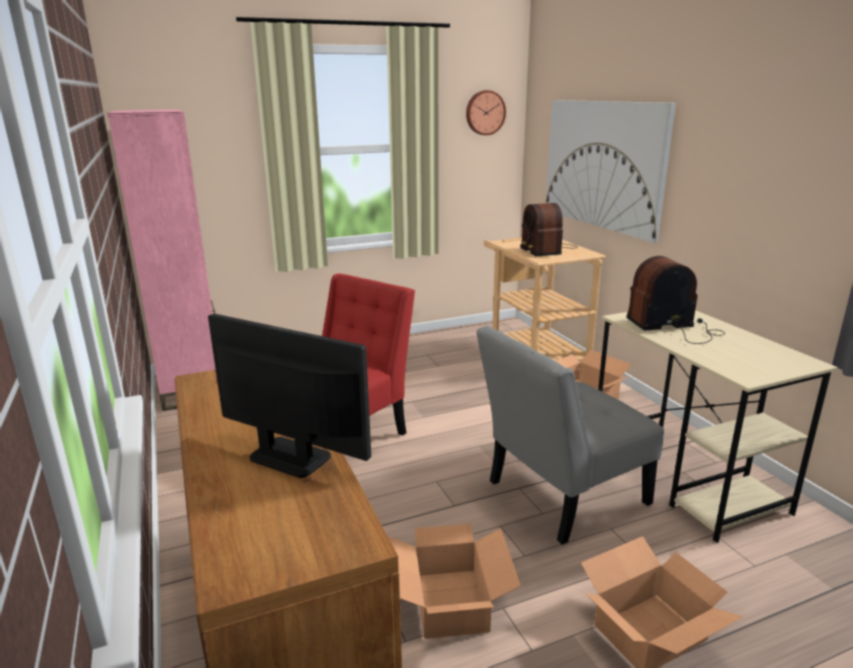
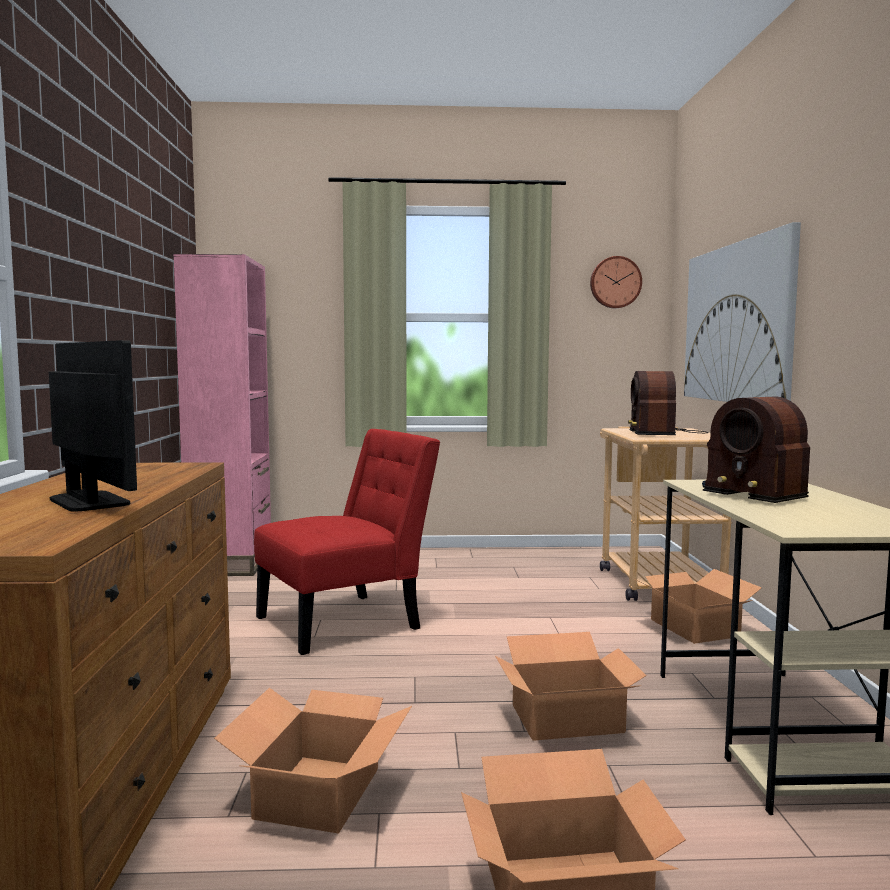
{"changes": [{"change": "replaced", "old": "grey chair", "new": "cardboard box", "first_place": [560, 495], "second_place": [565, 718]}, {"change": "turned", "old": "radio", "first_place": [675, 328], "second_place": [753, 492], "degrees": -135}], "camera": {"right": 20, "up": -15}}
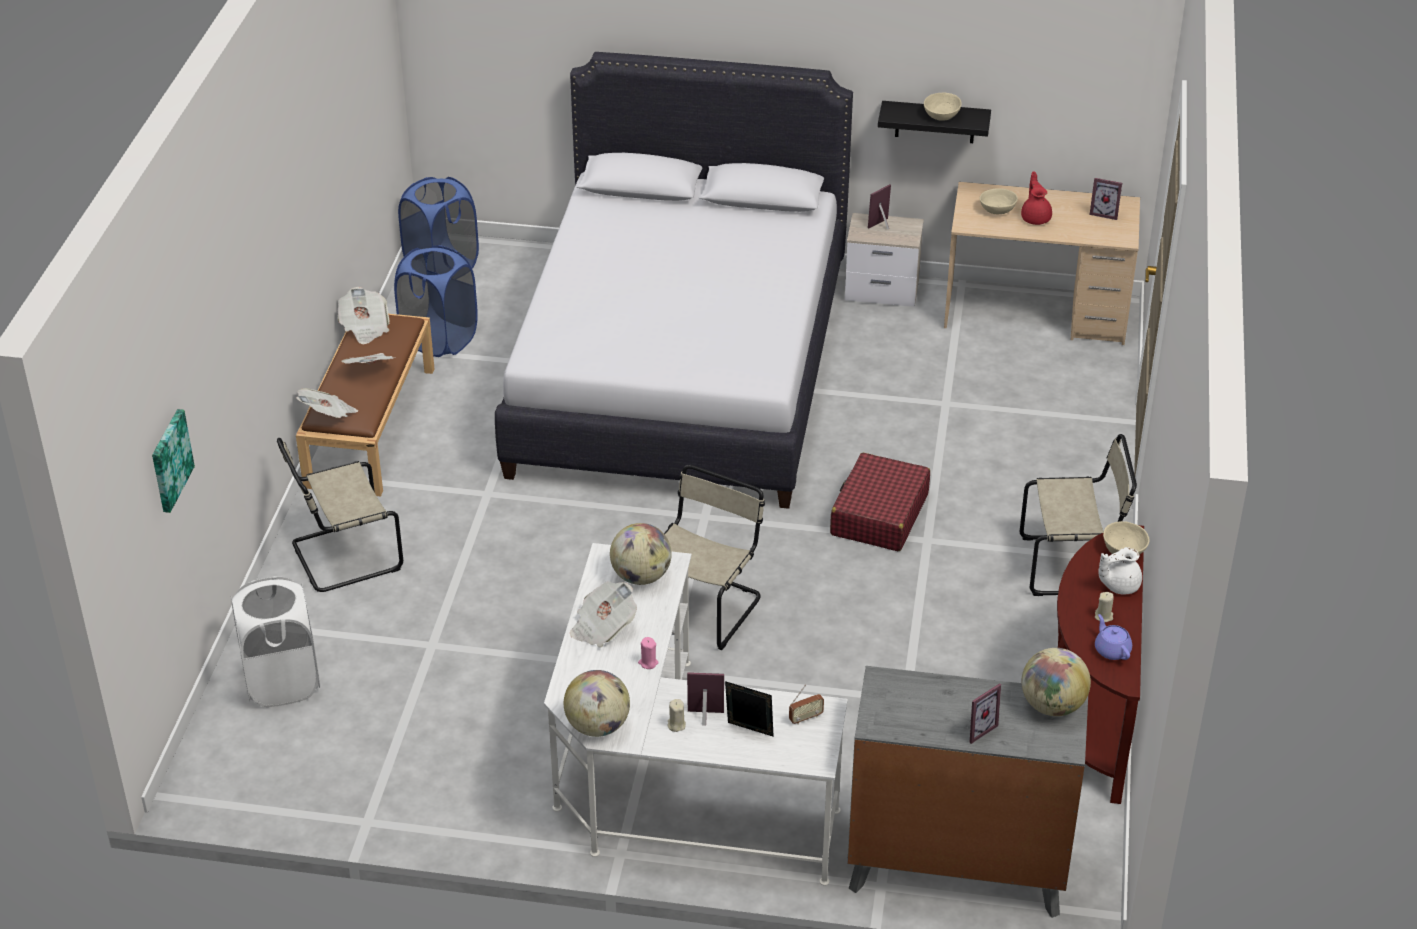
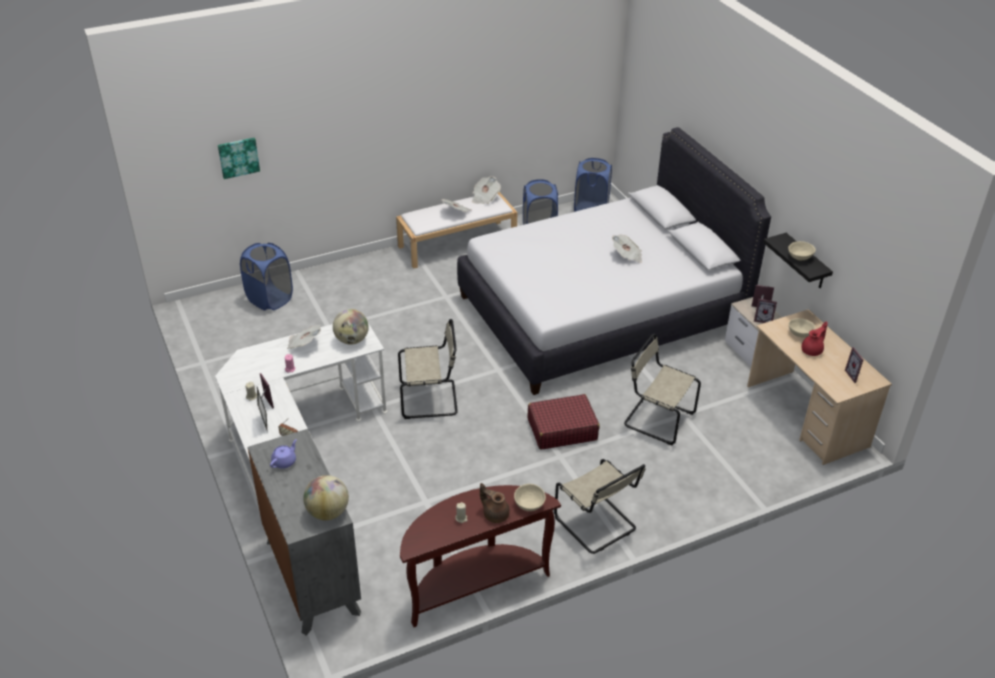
{"changes": [{"change": "removed", "old": "globe", "first_place": [598, 726]}, {"change": "moved", "old": "beige chair", "first_place": [342, 556], "second_place": [656, 419]}, {"change": "moved", "old": "newspaper", "first_place": [328, 415], "second_place": [627, 256]}, {"change": "moved", "old": "picture frame", "first_place": [976, 728], "second_place": [763, 319]}, {"change": "moved", "old": "purple teapot", "first_place": [1111, 650], "second_place": [284, 461]}, {"change": "recoloured", "old": "white laundry basket", "new": "blue laundry basket", "first_place": [282, 682], "second_place": [270, 299]}, {"change": "recoloured", "old": "brown bench", "new": "white bench", "first_place": [370, 425], "second_place": [458, 243]}, {"change": "recoloured", "old": "white teapot", "new": "brown teapot", "first_place": [1119, 585], "second_place": [495, 514]}], "camera": {"right": 55, "up": 0}}
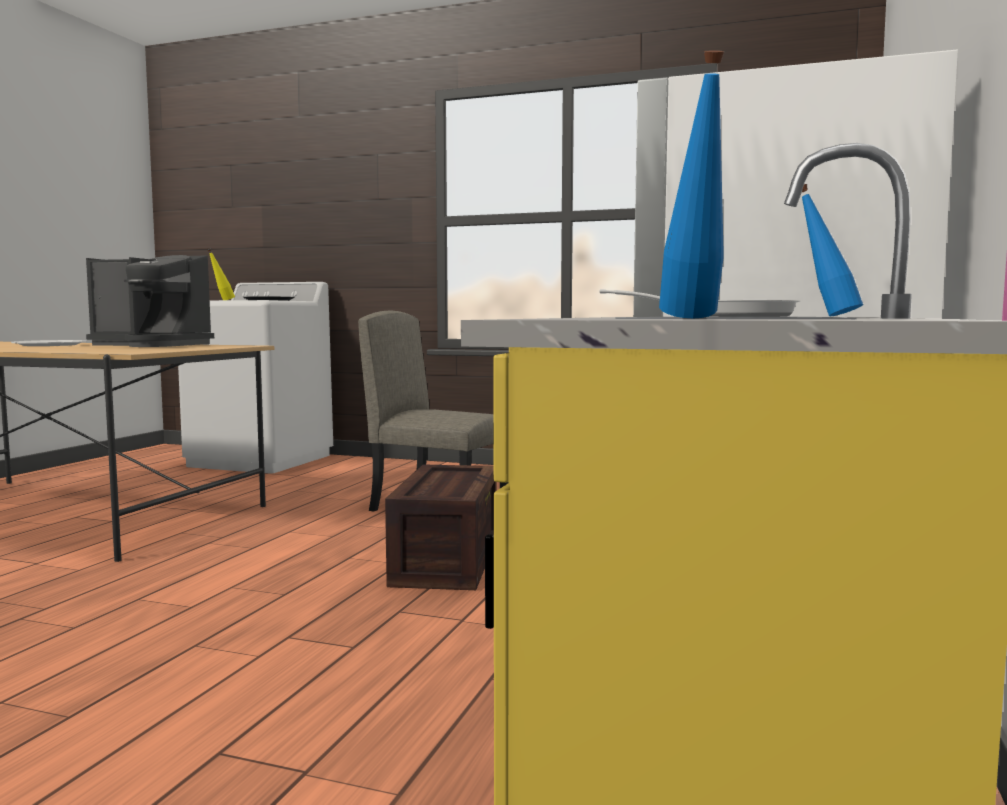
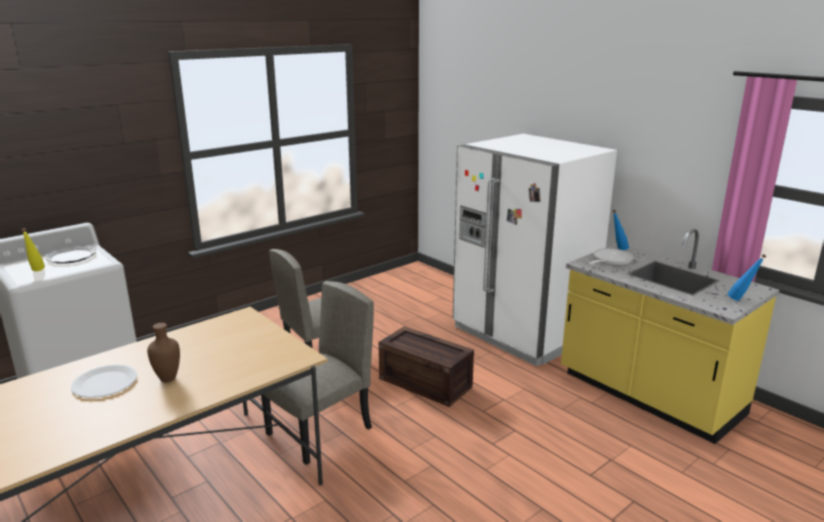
{"changes": [{"change": "removed", "old": "coffee machine", "first_place": [152, 345]}, {"change": "added", "new": "brown vase", "second_place": [167, 379]}, {"change": "added", "new": "beige chair", "second_place": [320, 431]}], "camera": {"right": -60, "up": 15}}
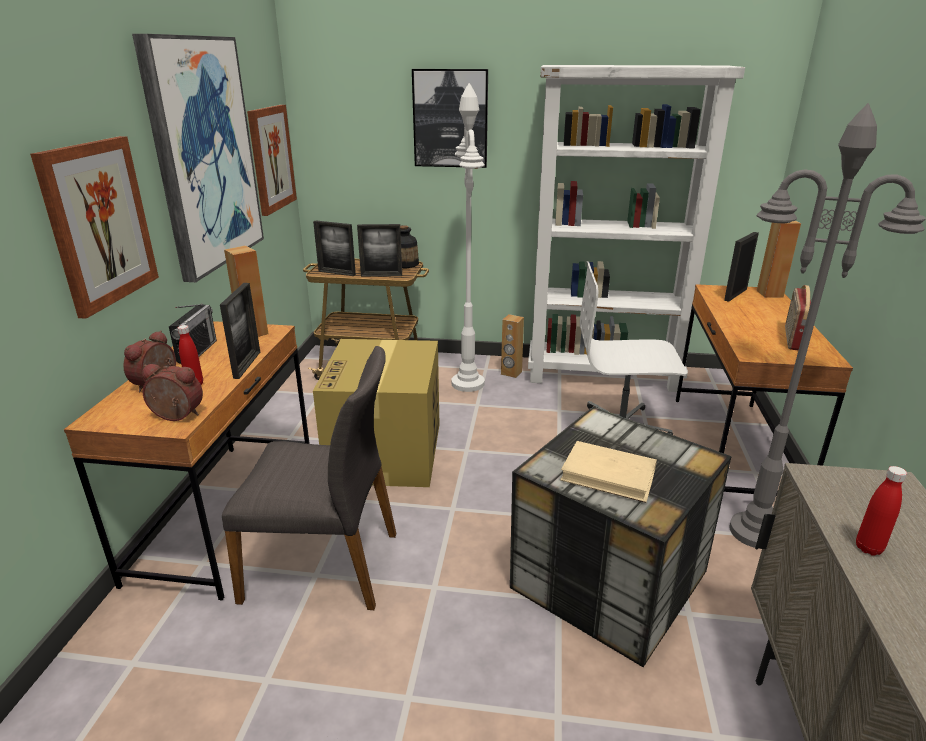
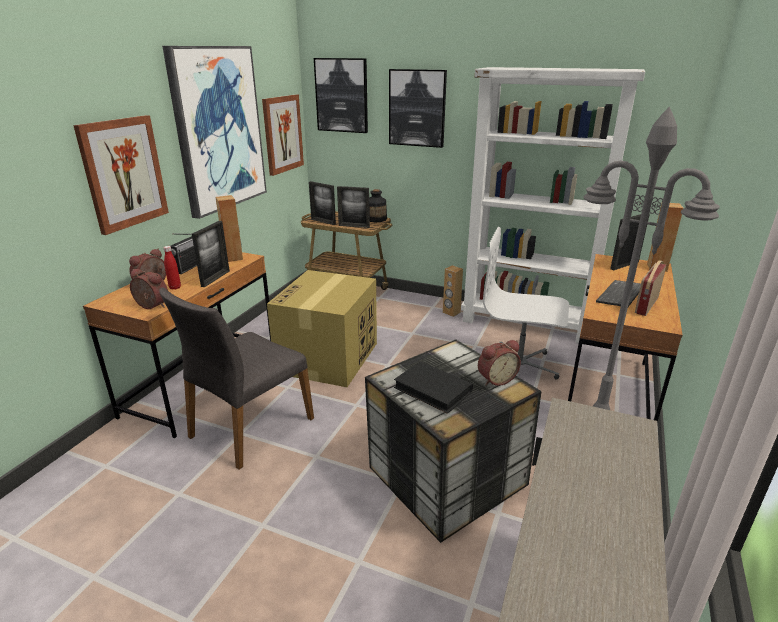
{"changes": [{"change": "removed", "old": "white floor lamp", "first_place": [468, 384]}, {"change": "removed", "old": "red bottle", "first_place": [868, 548]}, {"change": "added", "new": "picture", "second_place": [342, 95]}, {"change": "added", "new": "alarm clock", "second_place": [495, 379]}, {"change": "added", "new": "keyboard", "second_place": [621, 295]}, {"change": "recoloured", "old": "beige book", "new": "black book", "first_place": [609, 475], "second_place": [433, 390]}, {"change": "turned", "old": "grey chair", "first_place": [324, 564], "second_place": [249, 427], "degrees": 105}], "camera": {"right": 15, "up": 0}}
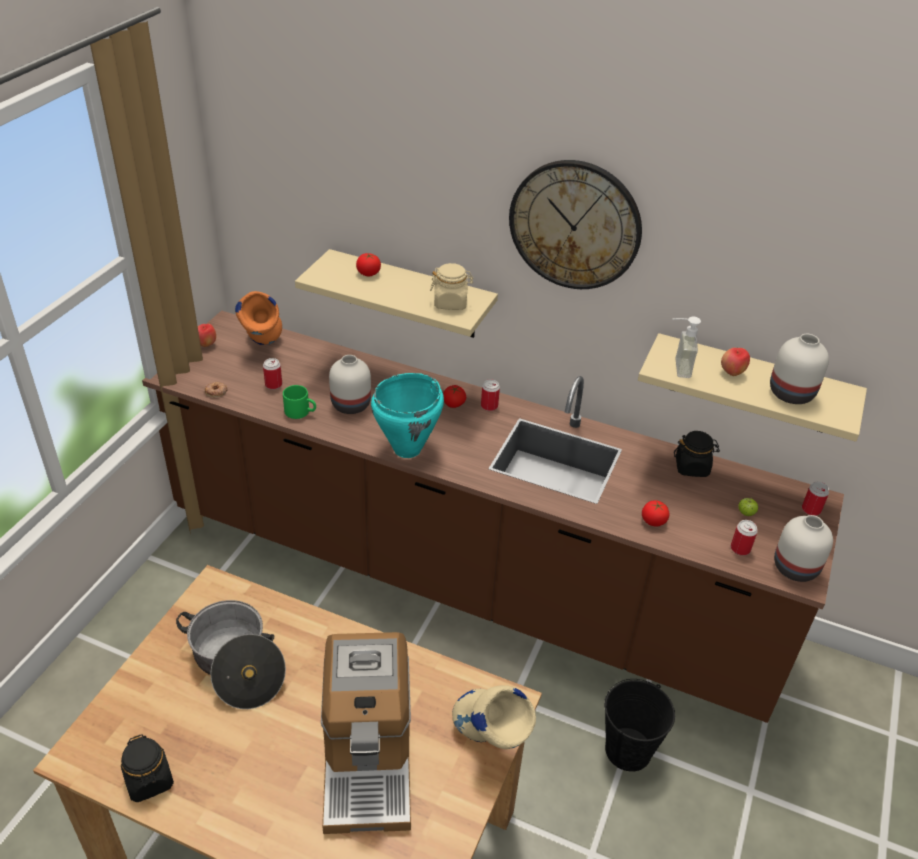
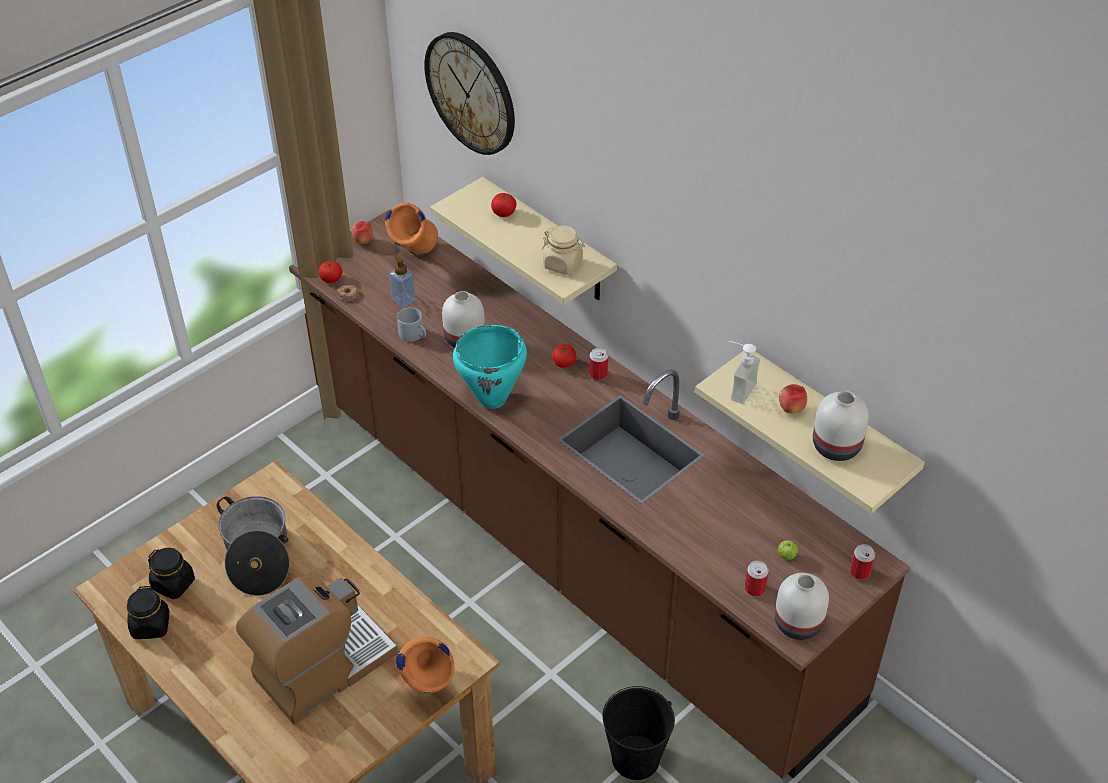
{"changes": [{"change": "moved", "old": "wall clock", "first_place": [575, 225], "second_place": [471, 93]}, {"change": "moved", "old": "tomato", "first_place": [653, 521], "second_place": [331, 279]}, {"change": "moved", "old": "black jar", "first_place": [692, 467], "second_place": [174, 584]}, {"change": "replaced", "old": "can", "new": "soap dispenser", "first_place": [273, 385], "second_place": [404, 300]}, {"change": "recoloured", "old": "green mug", "new": "grey mug", "first_place": [301, 412], "second_place": [414, 335]}, {"change": "recoloured", "old": "beige vase", "new": "orange vase", "first_place": [489, 742], "second_place": [429, 687]}, {"change": "turned", "old": "coffee machine", "first_place": [367, 760], "second_place": [322, 667], "degrees": -150}], "camera": {"right": 25, "up": 5}}
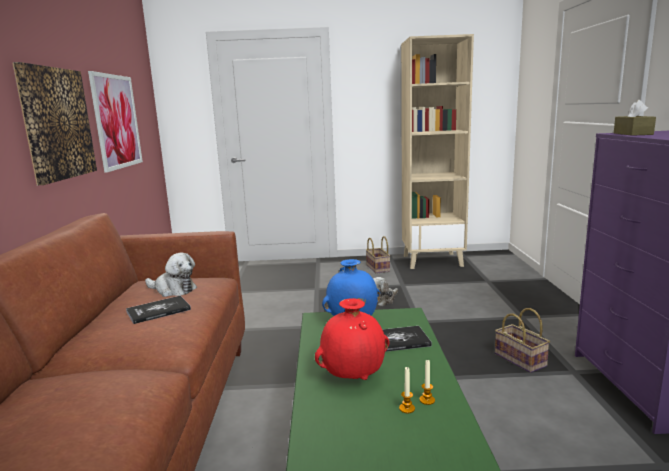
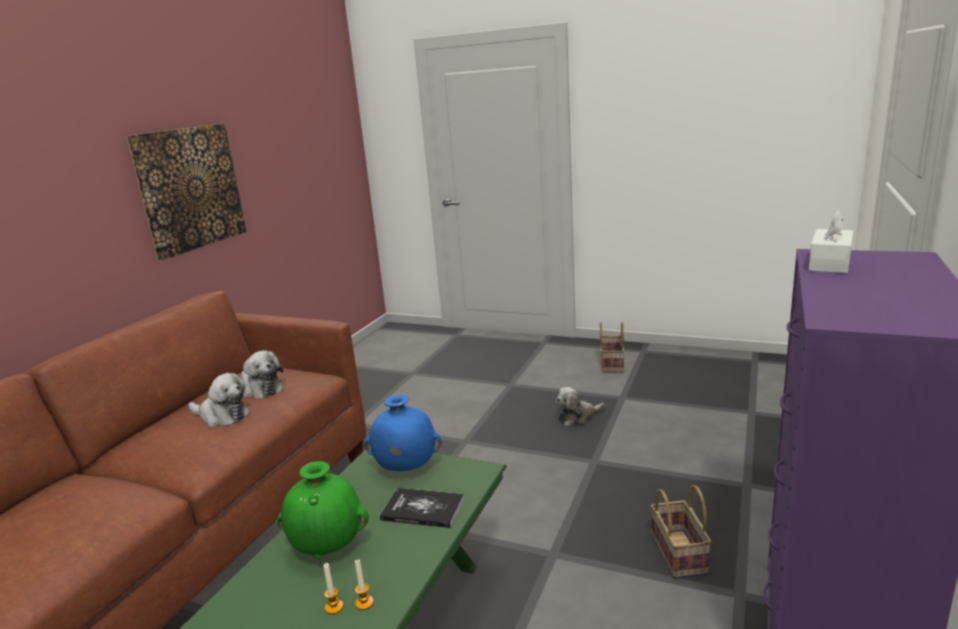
{"changes": [{"change": "removed", "old": "picture", "first_place": [117, 121]}, {"change": "removed", "old": "beige bookcase", "first_place": [432, 260]}, {"change": "replaced", "old": "book", "new": "plush toy", "first_place": [158, 311], "second_place": [222, 416]}, {"change": "recoloured", "old": "red vase", "new": "green vase", "first_place": [354, 377], "second_place": [329, 548]}, {"change": "recoloured", "old": "brown tissue box", "new": "white tissue box", "first_place": [632, 134], "second_place": [829, 263]}], "camera": {"right": 25, "up": 5}}
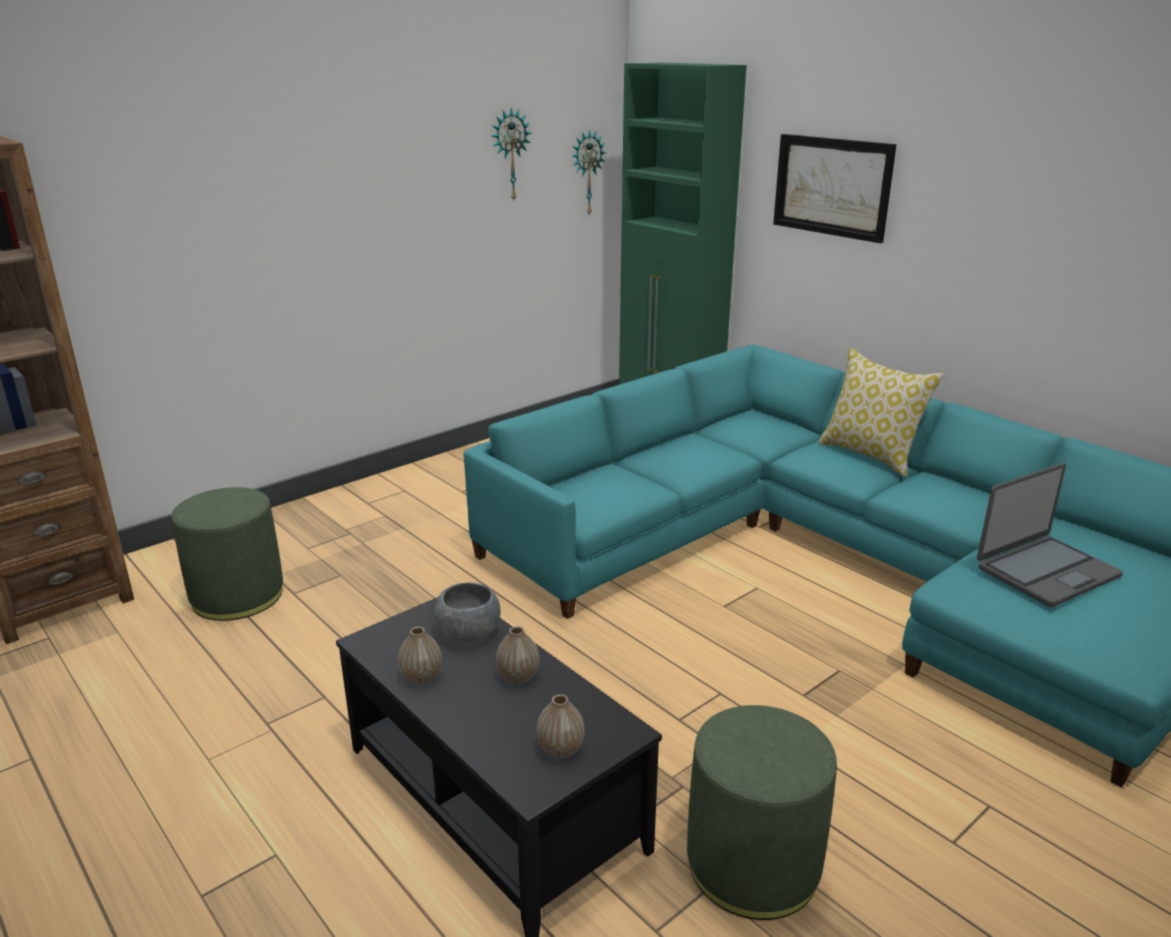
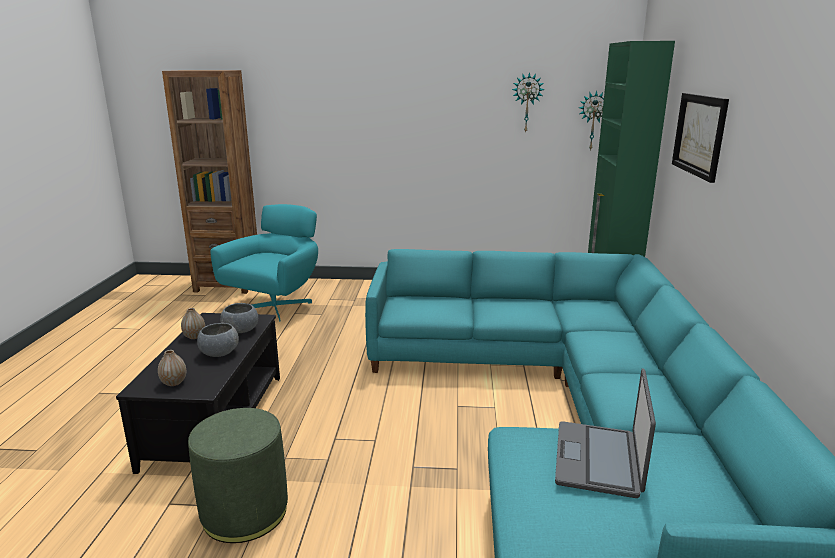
{"changes": [{"change": "removed", "old": "pillow", "first_place": [870, 455]}, {"change": "replaced", "old": "green ottoman", "new": "turquoise armchair", "first_place": [237, 595], "second_place": [276, 306]}, {"change": "replaced", "old": "vase", "new": "grey bowl", "first_place": [518, 677], "second_place": [219, 353]}, {"change": "turned", "old": "laptop", "first_place": [1045, 571], "second_place": [599, 460], "degrees": 90}], "camera": {"right": 45, "up": -5}}
